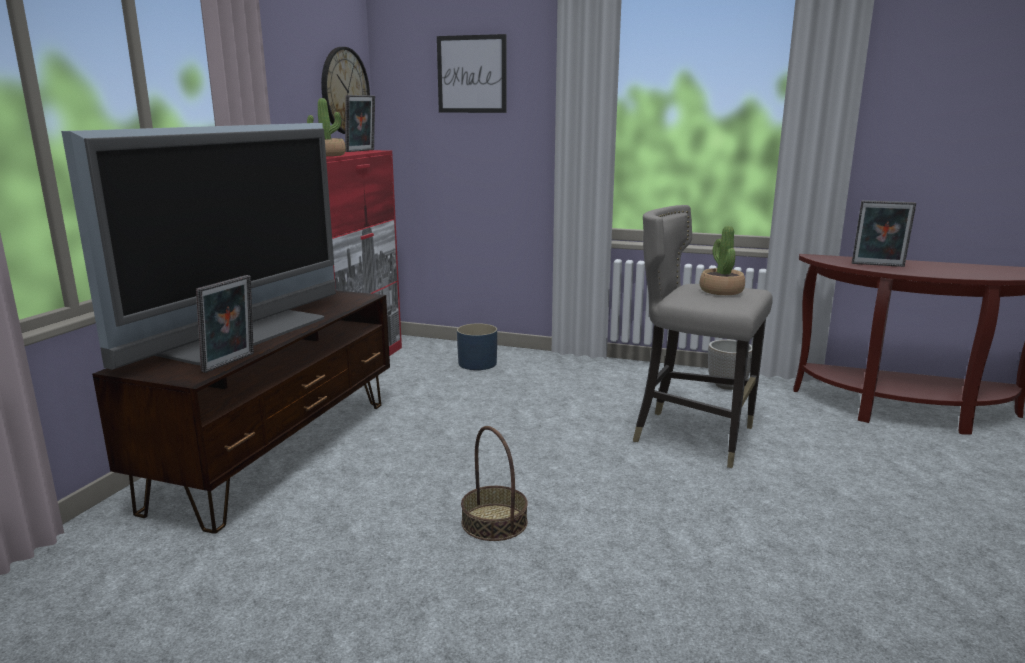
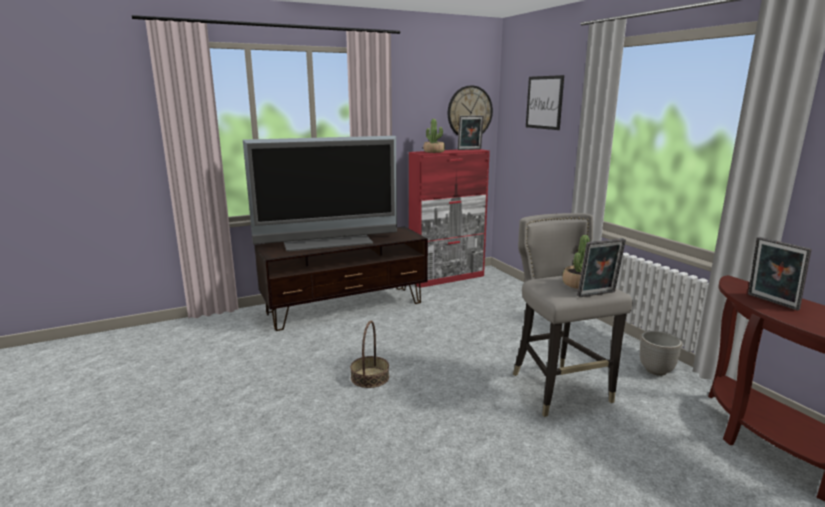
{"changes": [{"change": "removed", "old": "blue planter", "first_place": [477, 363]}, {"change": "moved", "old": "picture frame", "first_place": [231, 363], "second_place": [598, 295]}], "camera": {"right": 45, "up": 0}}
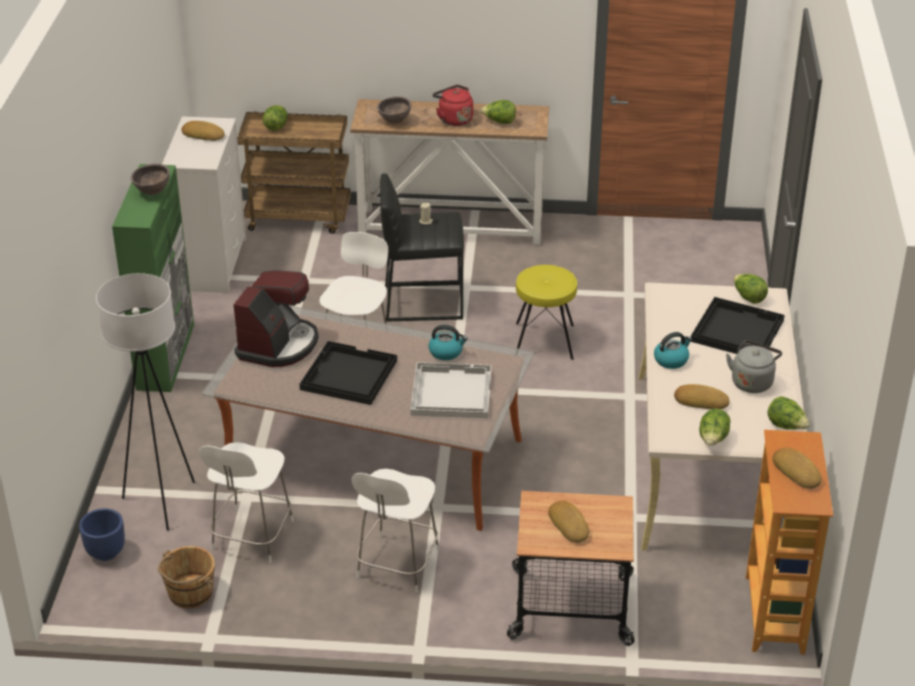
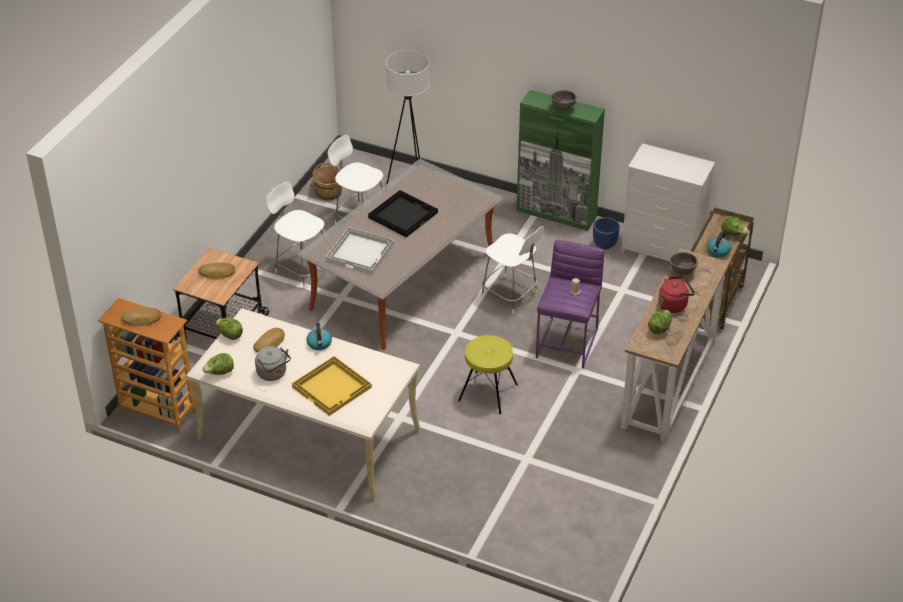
{"changes": [{"change": "removed", "old": "bread", "first_place": [203, 134]}, {"change": "removed", "old": "coffee machine", "first_place": [278, 345]}, {"change": "removed", "old": "lettuce", "first_place": [748, 298]}, {"change": "moved", "old": "blue planter", "first_place": [105, 553], "second_place": [605, 244]}, {"change": "moved", "old": "kettle", "first_place": [446, 352], "second_place": [718, 251]}, {"change": "recoloured", "old": "black stool", "new": "purple stool", "first_place": [422, 301], "second_place": [568, 343]}, {"change": "recoloured", "old": "black tray", "new": "yellow tray", "first_place": [736, 330], "second_place": [332, 387]}], "camera": {"right": 110, "up": 5}}
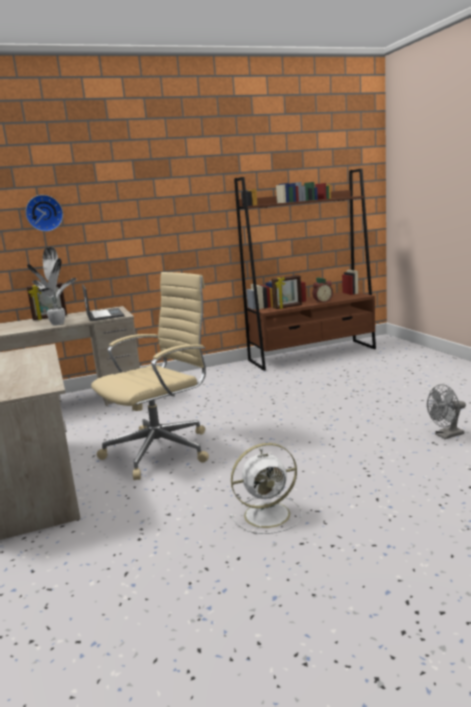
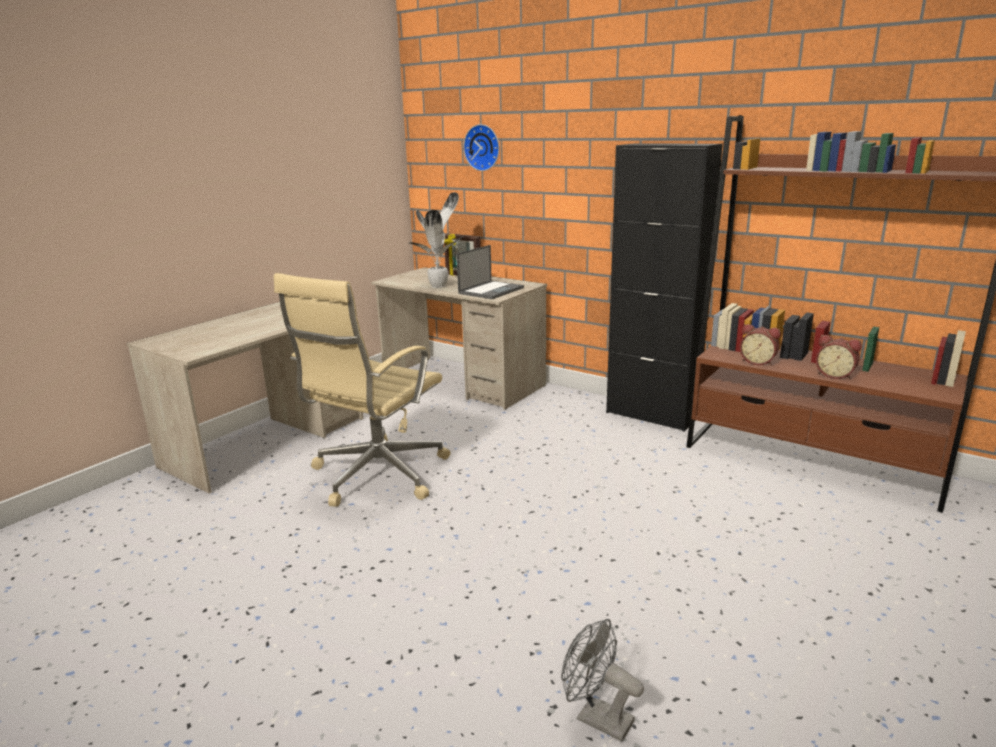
{"changes": [{"change": "removed", "old": "white fan", "first_place": [269, 514]}, {"change": "added", "new": "black cabinet", "second_place": [651, 415]}, {"change": "replaced", "old": "picture frame", "new": "alarm clock", "first_place": [288, 307], "second_place": [758, 362]}, {"change": "turned", "old": "beige office chair", "first_place": [162, 450], "second_place": [376, 475], "degrees": 105}], "camera": {"right": 55, "up": 5}}
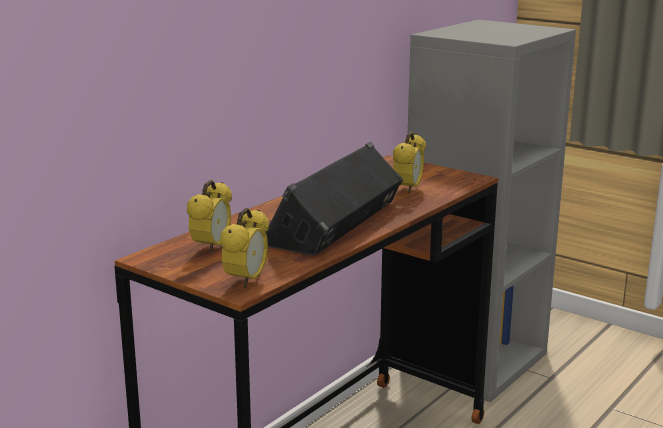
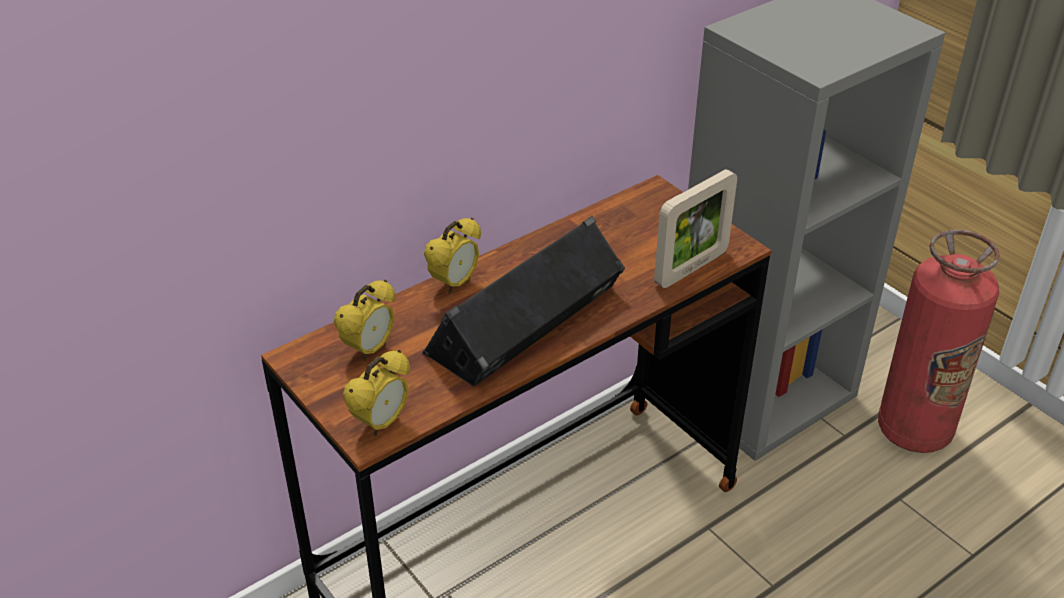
{"changes": [{"change": "added", "new": "picture frame", "second_place": [691, 268]}, {"change": "added", "new": "fire extinguisher", "second_place": [914, 430]}, {"change": "moved", "old": "alarm clock", "first_place": [408, 189], "second_place": [455, 284]}], "camera": {"right": 15, "up": 20}}
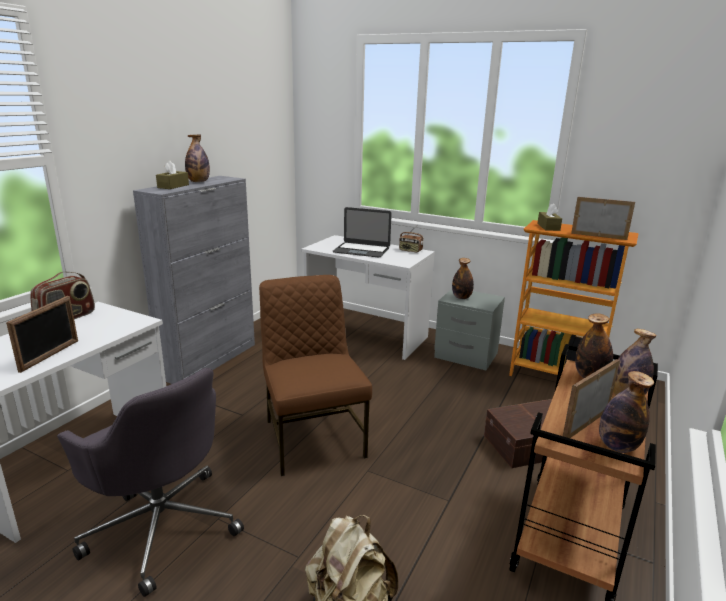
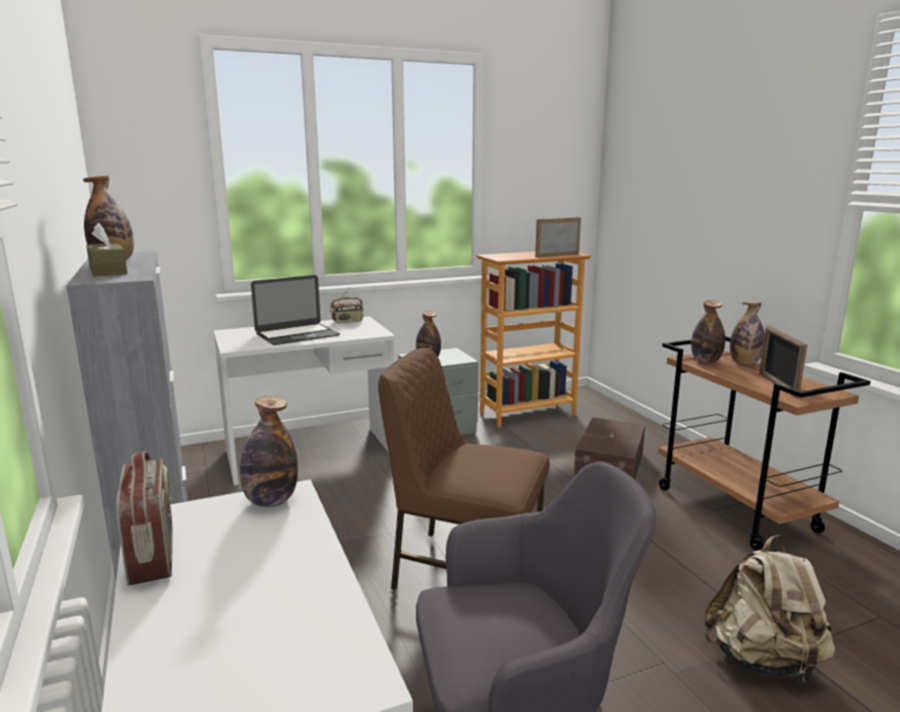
{"changes": [{"change": "removed", "old": "picture frame", "first_place": [50, 355]}, {"change": "removed", "old": "brown tissue box", "first_place": [548, 227]}, {"change": "moved", "old": "bottle", "first_place": [617, 446], "second_place": [271, 501]}], "camera": {"right": -50, "up": -5}}
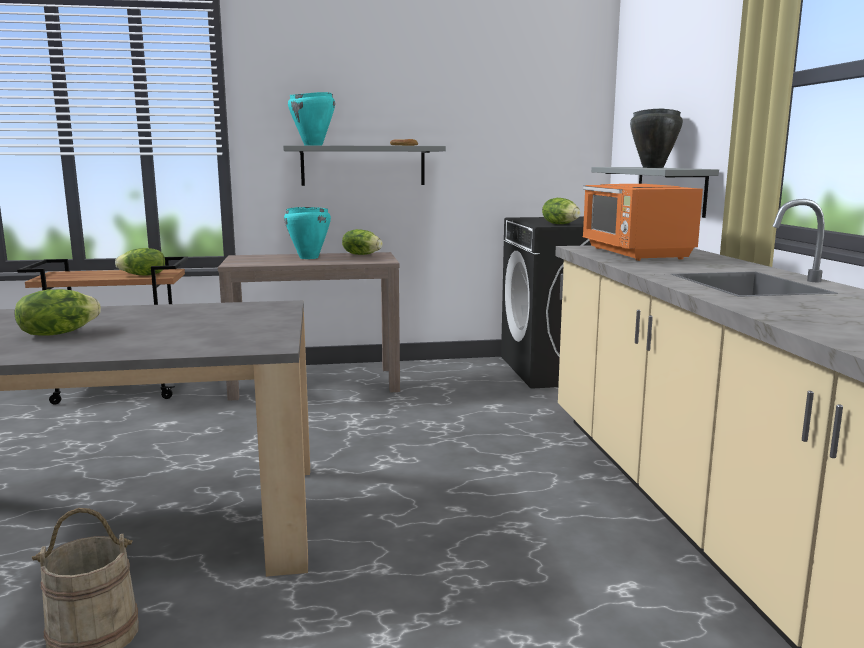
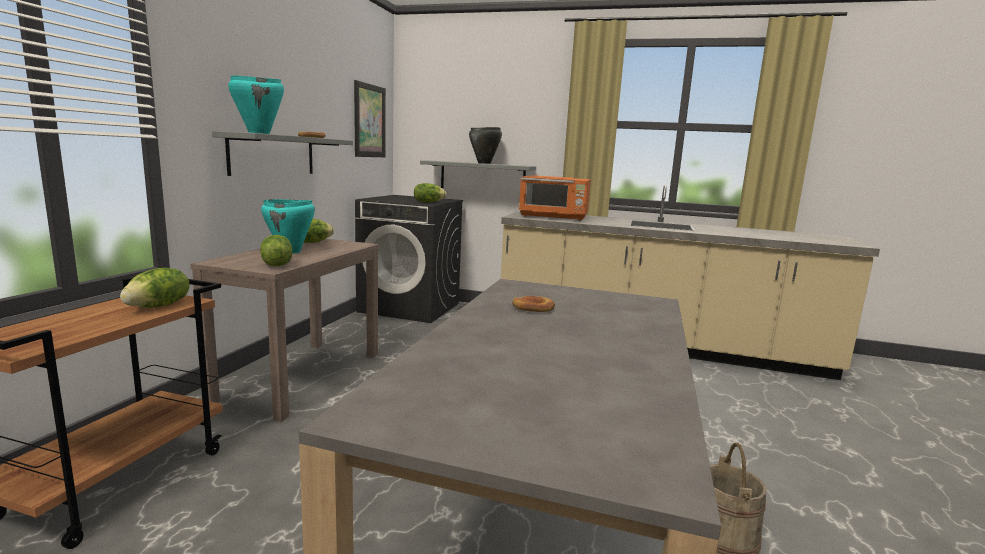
{"changes": [{"change": "added", "new": "picture", "second_place": [369, 121]}, {"change": "added", "new": "bread", "second_place": [533, 307]}, {"change": "moved", "old": "lettuce", "first_place": [58, 333], "second_place": [276, 265]}], "camera": {"right": -65, "up": 0}}
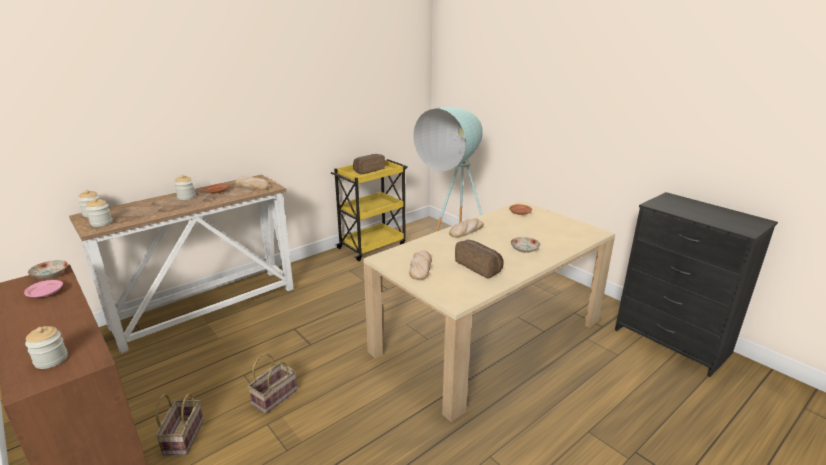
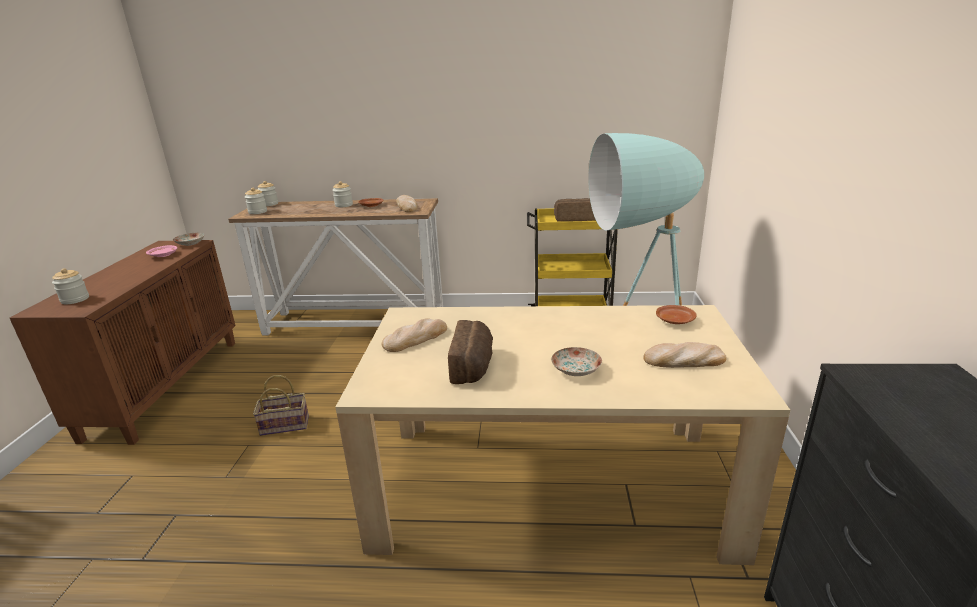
{"changes": [{"change": "removed", "old": "basket", "first_place": [183, 436]}, {"change": "moved", "old": "bread", "first_place": [466, 230], "second_place": [683, 360]}], "camera": {"right": 45, "up": 0}}
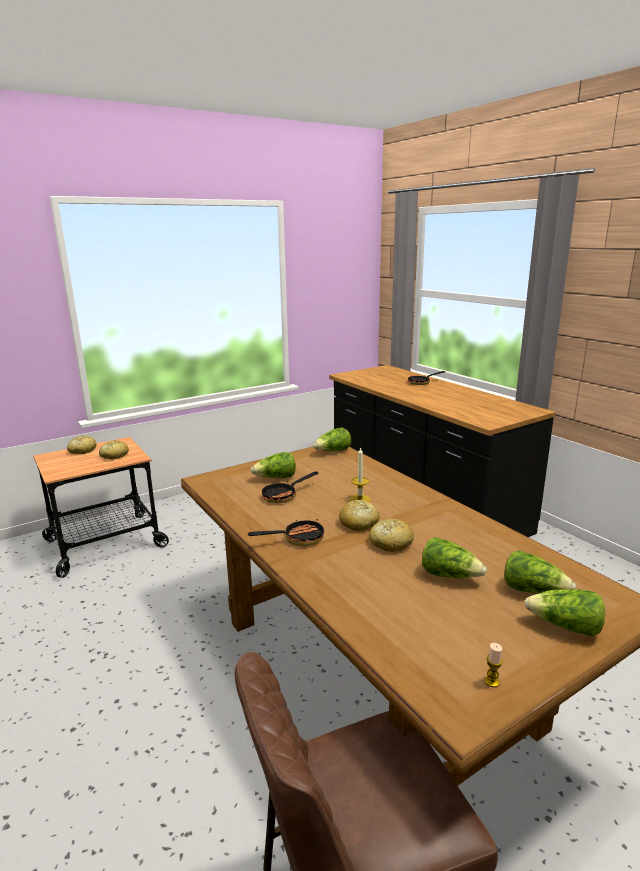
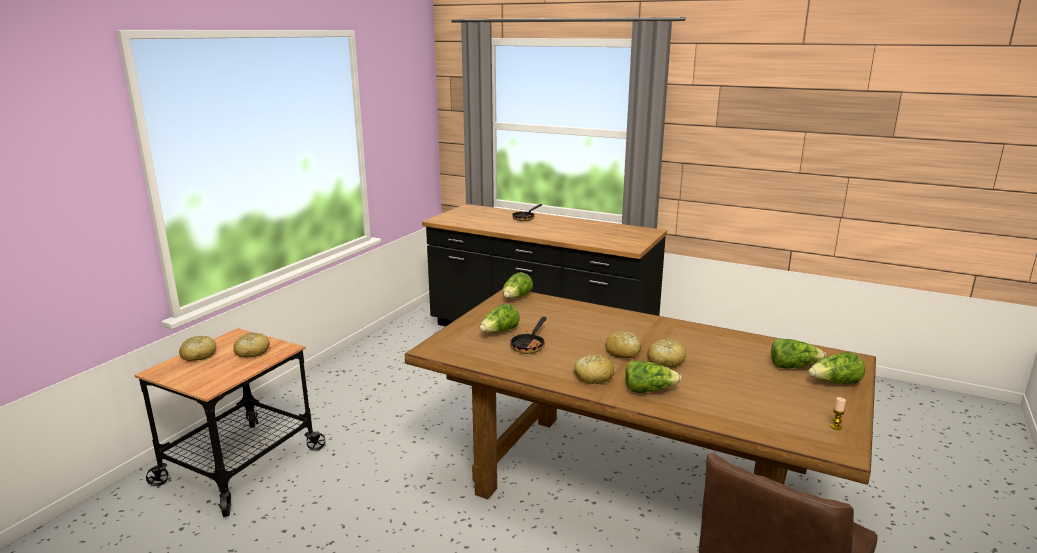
{"changes": [{"change": "removed", "old": "candle", "first_place": [359, 499]}, {"change": "moved", "old": "lettuce", "first_place": [449, 575], "second_place": [648, 390]}, {"change": "replaced", "old": "frying pan", "new": "bread", "first_place": [297, 539], "second_place": [593, 376]}], "camera": {"right": -30, "up": 0}}
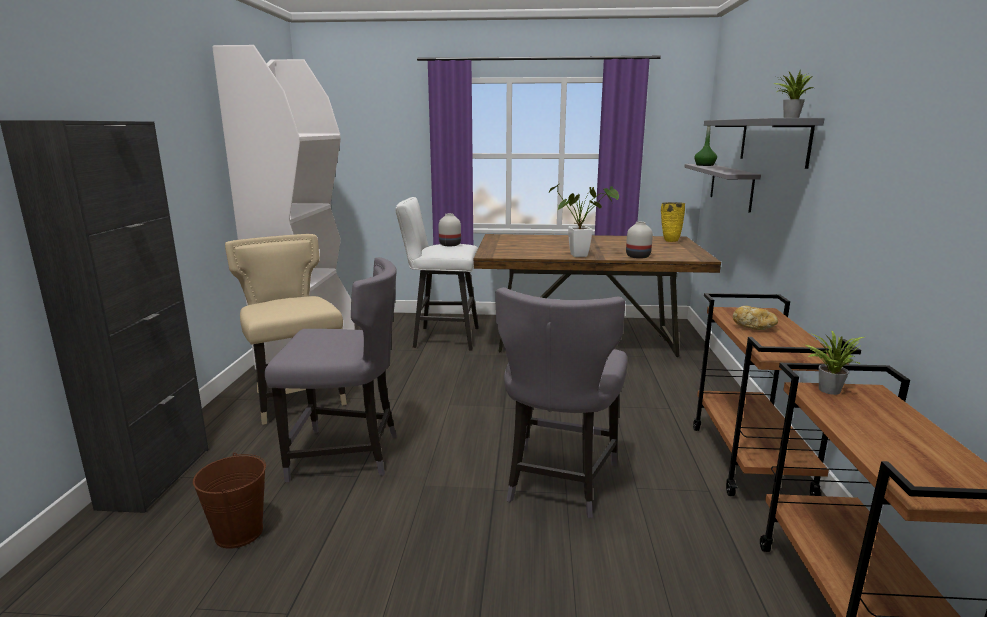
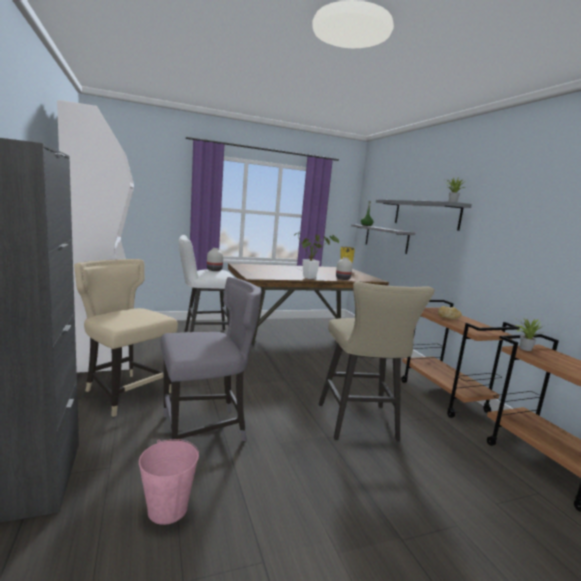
{"changes": [{"change": "replaced", "old": "grey chair", "new": "beige stool", "first_place": [558, 482], "second_place": [359, 425]}, {"change": "recoloured", "old": "brown bucket", "new": "pink bucket", "first_place": [238, 533], "second_place": [167, 509]}], "camera": {"right": -25, "up": -5}}
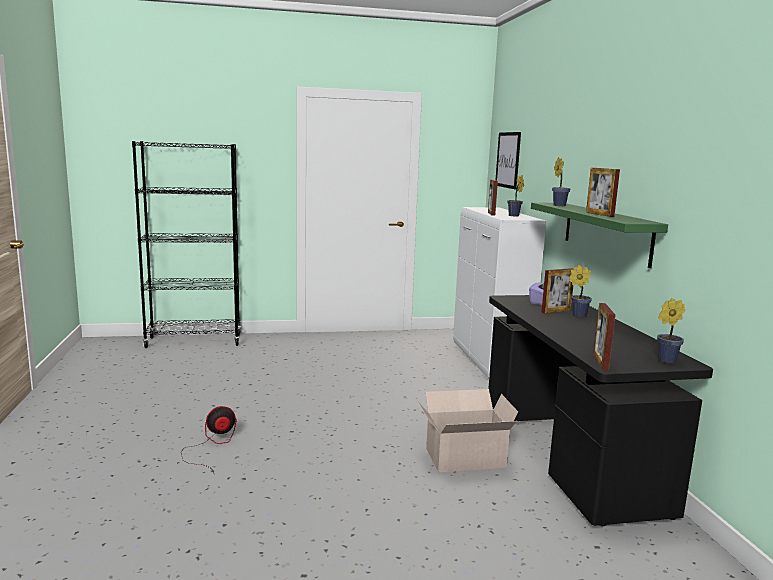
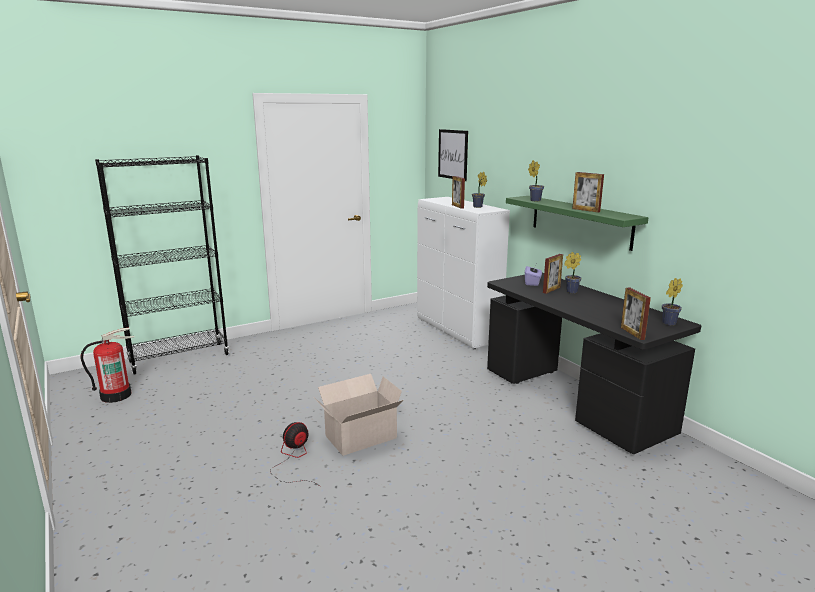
{"changes": [{"change": "added", "new": "fire extinguisher", "second_place": [116, 395]}, {"change": "moved", "old": "cardboard box", "first_place": [462, 458], "second_place": [359, 437]}], "camera": {"right": -20, "up": 5}}
